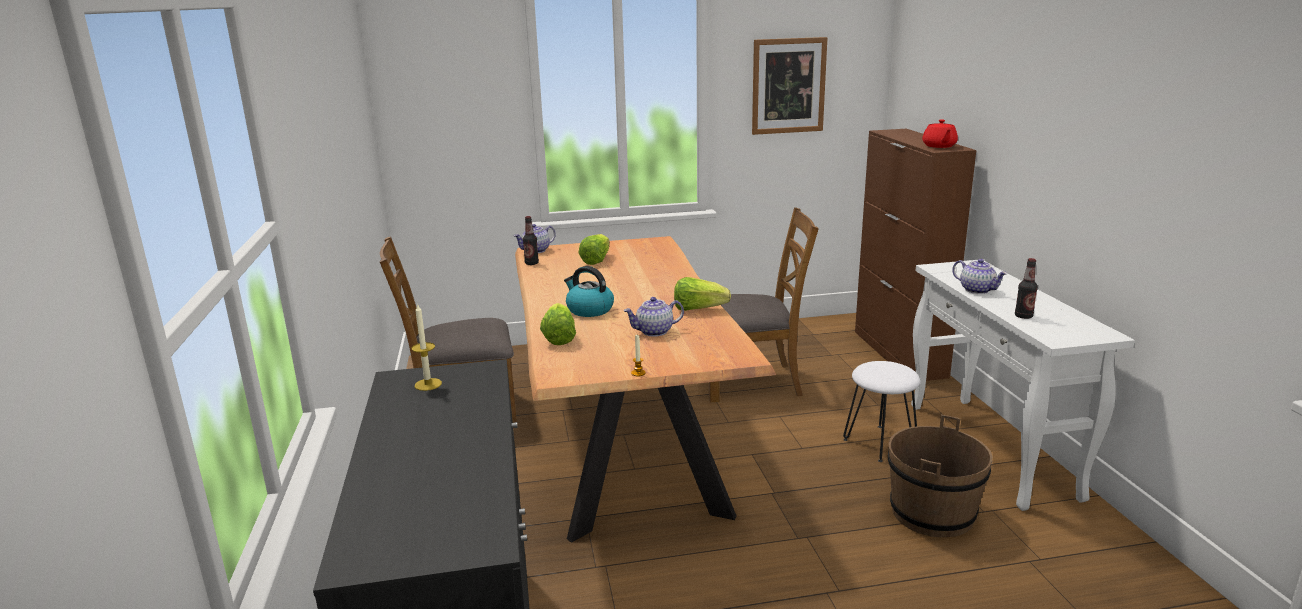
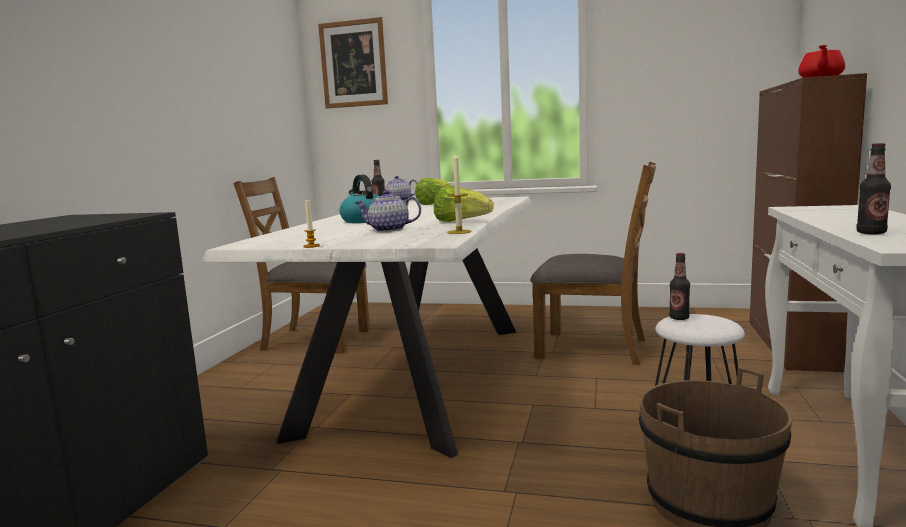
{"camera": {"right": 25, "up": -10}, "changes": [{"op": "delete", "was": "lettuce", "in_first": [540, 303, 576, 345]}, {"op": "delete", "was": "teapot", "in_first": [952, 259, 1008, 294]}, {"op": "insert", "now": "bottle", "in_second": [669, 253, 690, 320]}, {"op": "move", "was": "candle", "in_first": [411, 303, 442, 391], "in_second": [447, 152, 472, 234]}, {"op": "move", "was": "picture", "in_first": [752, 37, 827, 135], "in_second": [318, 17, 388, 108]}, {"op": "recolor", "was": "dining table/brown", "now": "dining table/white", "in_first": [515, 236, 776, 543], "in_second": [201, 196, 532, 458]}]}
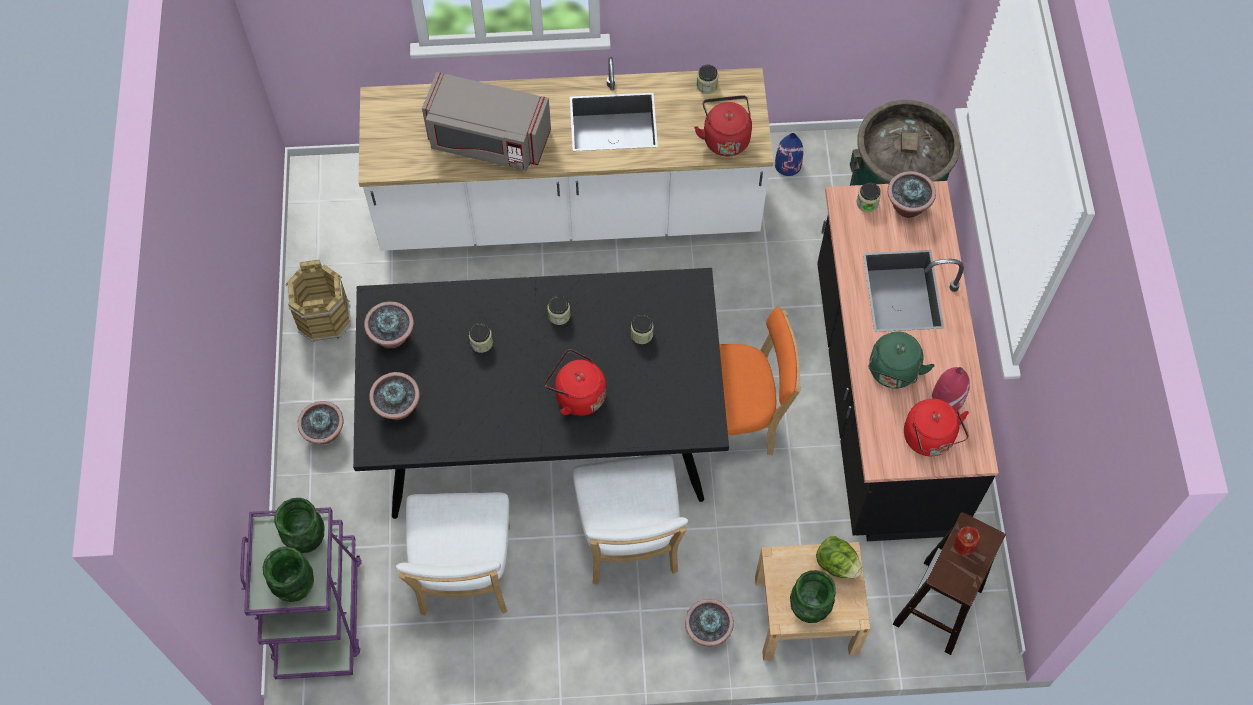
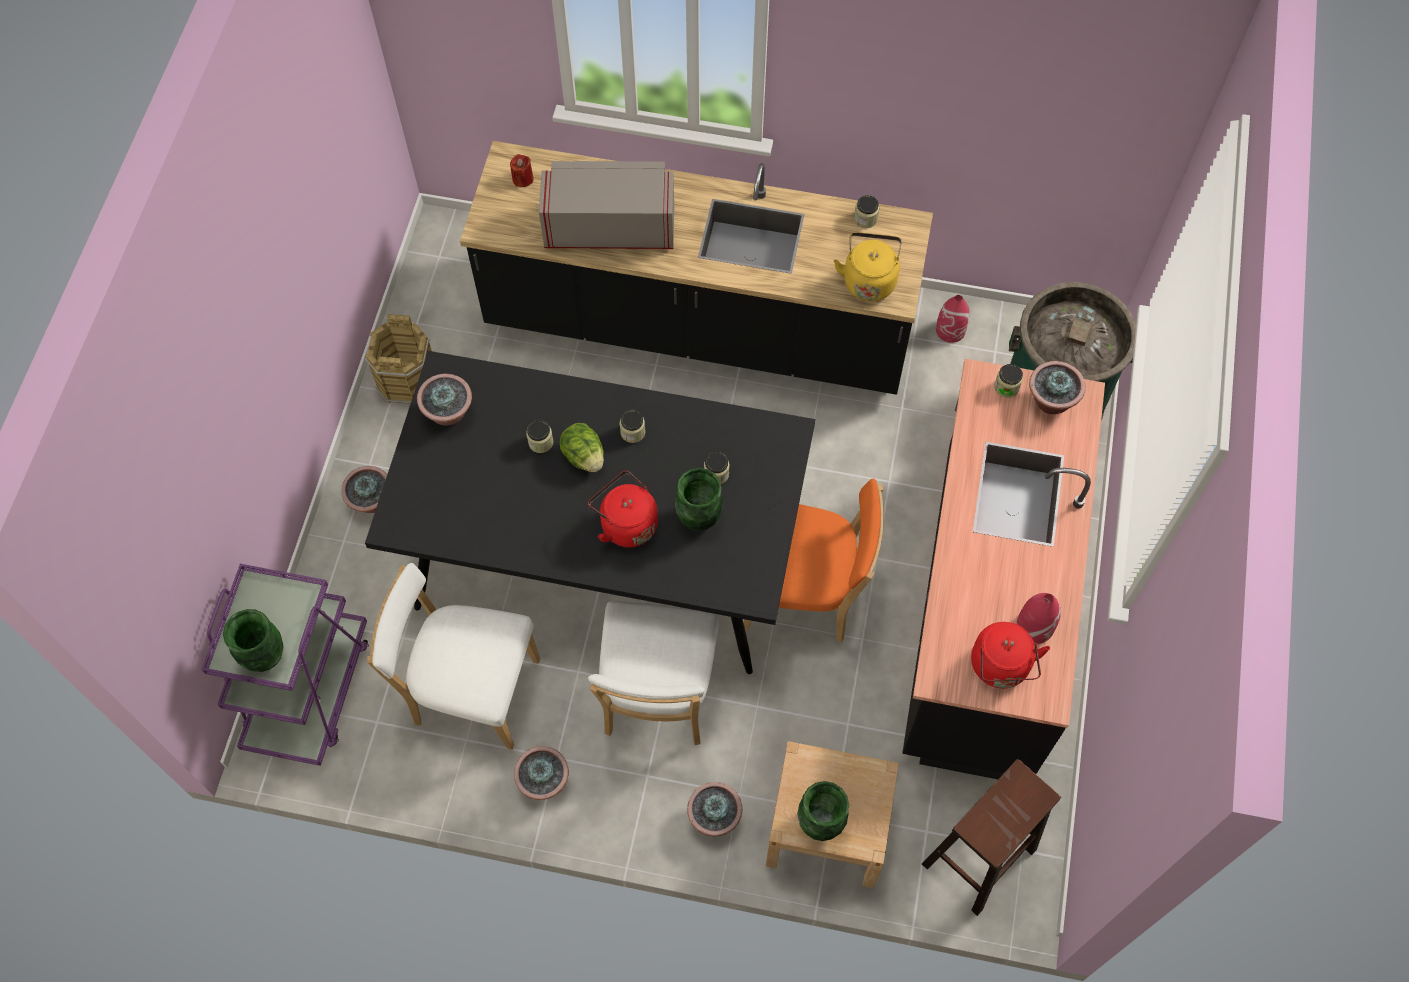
{"camera": {"right": 15, "up": 0}, "changes": [{"op": "delete", "was": "kettle/green", "in_first": [868, 331, 935, 389]}, {"op": "move", "was": "vase/green", "in_first": [274, 498, 324, 553], "in_second": [674, 468, 723, 531]}, {"op": "move", "was": "potted plant", "in_first": [369, 372, 420, 420], "in_second": [514, 746, 569, 800]}, {"op": "move", "was": "lettuce", "in_first": [816, 536, 862, 579], "in_second": [559, 423, 604, 472]}, {"op": "move", "was": "candle/red", "in_first": [953, 526, 980, 556], "in_second": [510, 154, 534, 187]}, {"op": "recolor", "was": "counter/white", "now": "counter/black", "in_first": [358, 57, 774, 251], "in_second": [460, 141, 933, 395]}, {"op": "recolor", "was": "kettle/red", "now": "kettle/yellow", "in_first": [694, 95, 752, 156], "in_second": [834, 232, 902, 301]}, {"op": "recolor", "was": "vase/blue", "now": "vase/red", "in_first": [775, 133, 803, 176], "in_second": [936, 295, 969, 343]}, {"op": "rotate", "was": "chair/white", "in_first": [395, 492, 510, 616], "in_second": [367, 563, 540, 750], "clockwise": 90}, {"op": "rotate", "was": "microwave/grey", "in_first": [422, 72, 551, 171], "in_second": [539, 161, 674, 249], "clockwise": 150}]}
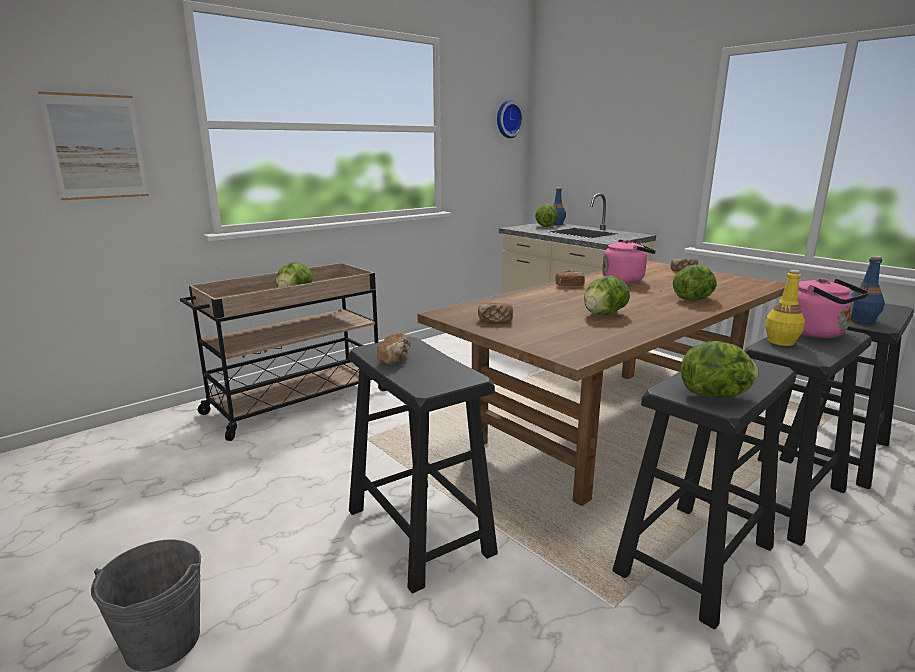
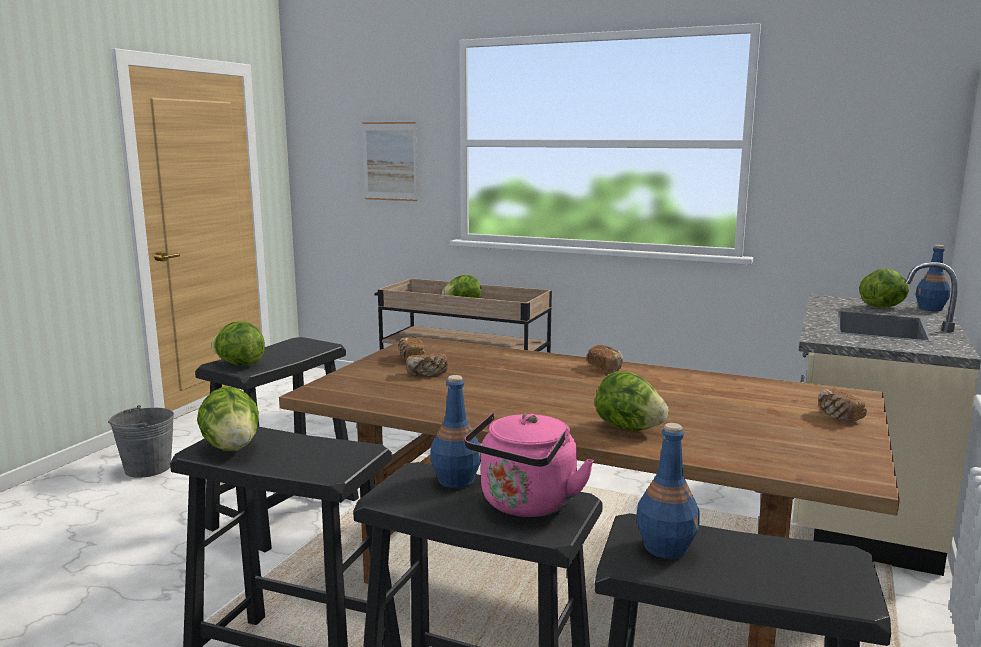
{"camera": {"right": 65, "up": -5}, "changes": [{"op": "delete", "was": "wall clock", "in_first": [497, 100, 524, 138]}, {"op": "delete", "was": "kettle/pink", "in_first": [602, 239, 656, 283]}, {"op": "move", "was": "bread", "in_first": [377, 333, 410, 364], "in_second": [407, 353, 448, 377]}, {"op": "move", "was": "lettuce", "in_first": [584, 275, 630, 315], "in_second": [211, 321, 265, 365]}, {"op": "recolor", "was": "bottle/yellow", "now": "bottle/blue", "in_first": [765, 270, 805, 346], "in_second": [430, 375, 481, 488]}]}
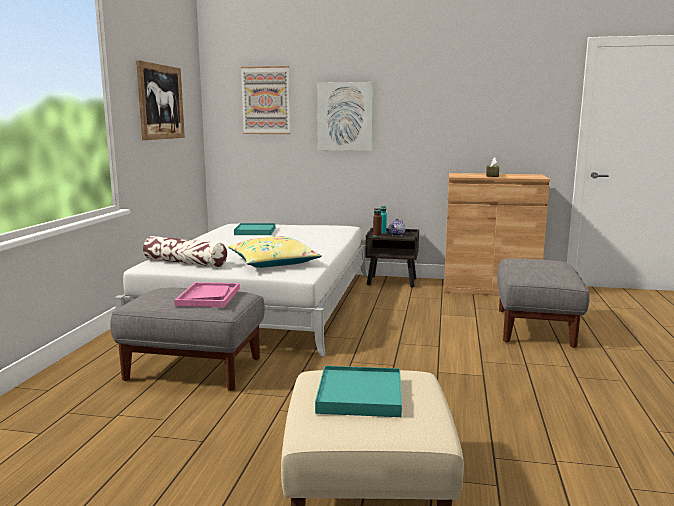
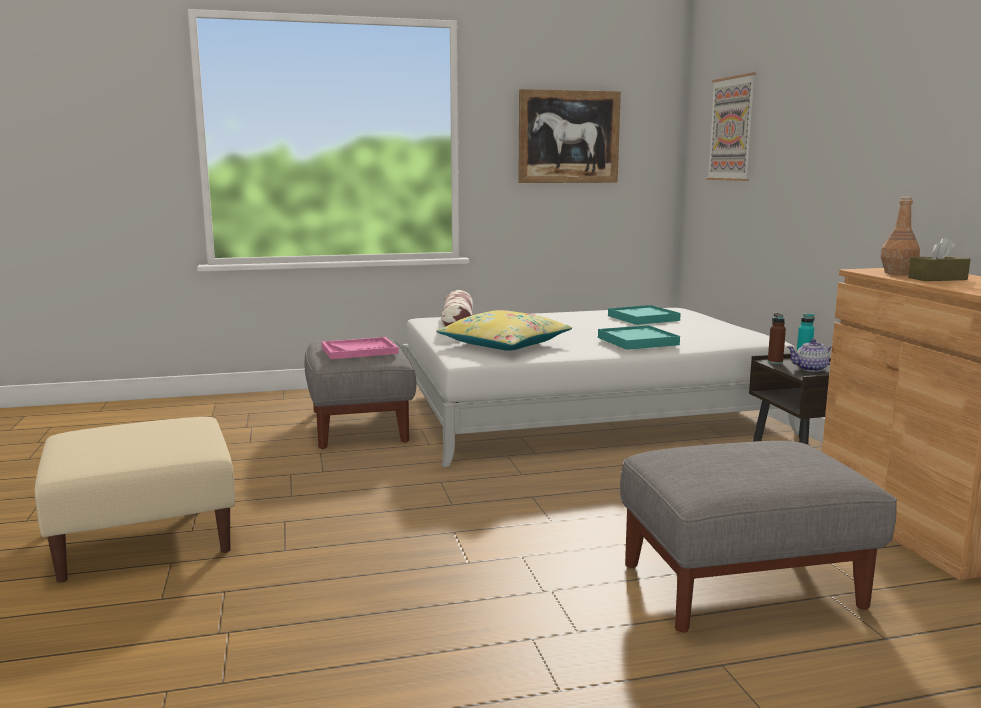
{"camera": {"right": 65, "up": 0}, "changes": [{"op": "delete", "was": "picture", "in_first": [317, 82, 373, 151]}, {"op": "insert", "now": "bottle/brown", "in_second": [880, 197, 920, 275]}, {"op": "move", "was": "tray/turquoise", "in_first": [315, 366, 402, 417], "in_second": [598, 325, 680, 350]}]}
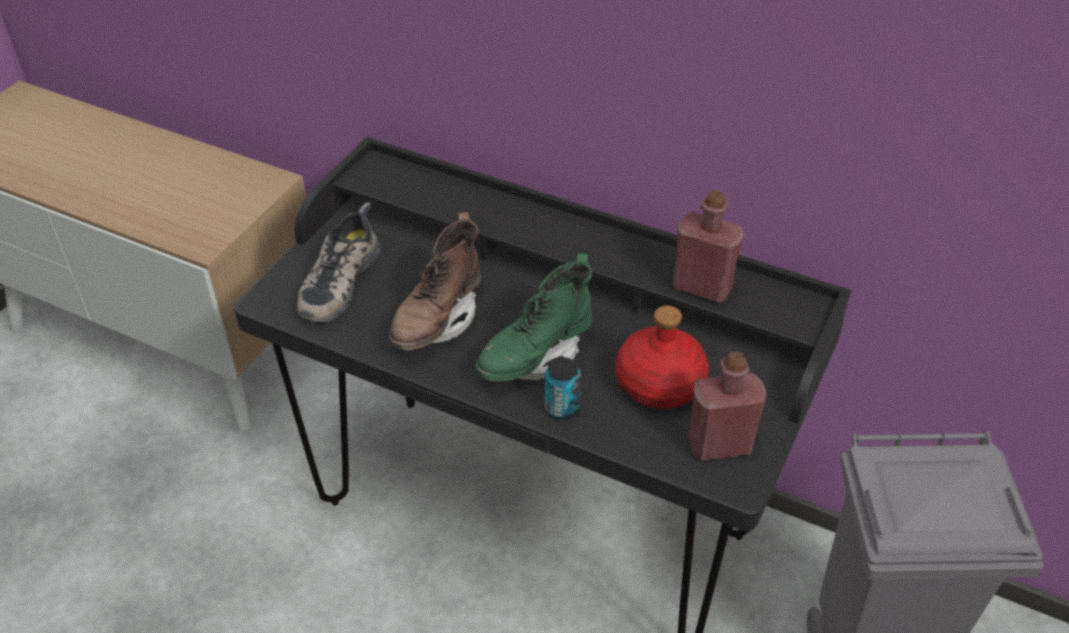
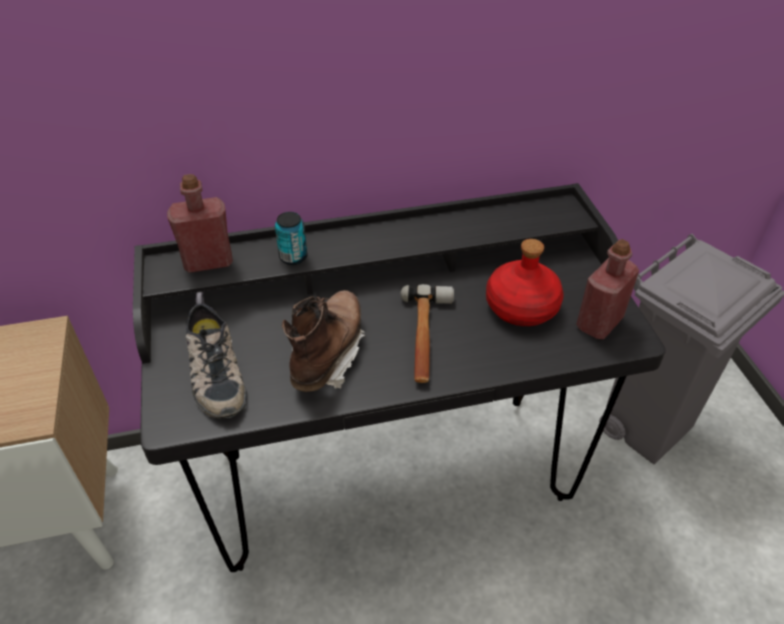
{"camera": {"right": -40, "up": 0}, "changes": [{"op": "move", "was": "can", "in_first": [544, 357, 581, 420], "in_second": [275, 212, 307, 265]}, {"op": "move", "was": "bottle/red", "in_first": [673, 190, 744, 303], "in_second": [167, 174, 233, 273]}, {"op": "replace", "was": "boot/green", "now": "hammer", "in_first": [475, 254, 592, 382], "in_second": [400, 284, 454, 383]}, {"op": "rotate", "was": "boot/brown", "in_first": [389, 212, 481, 350], "in_second": [282, 290, 365, 392], "clockwise": -150}]}
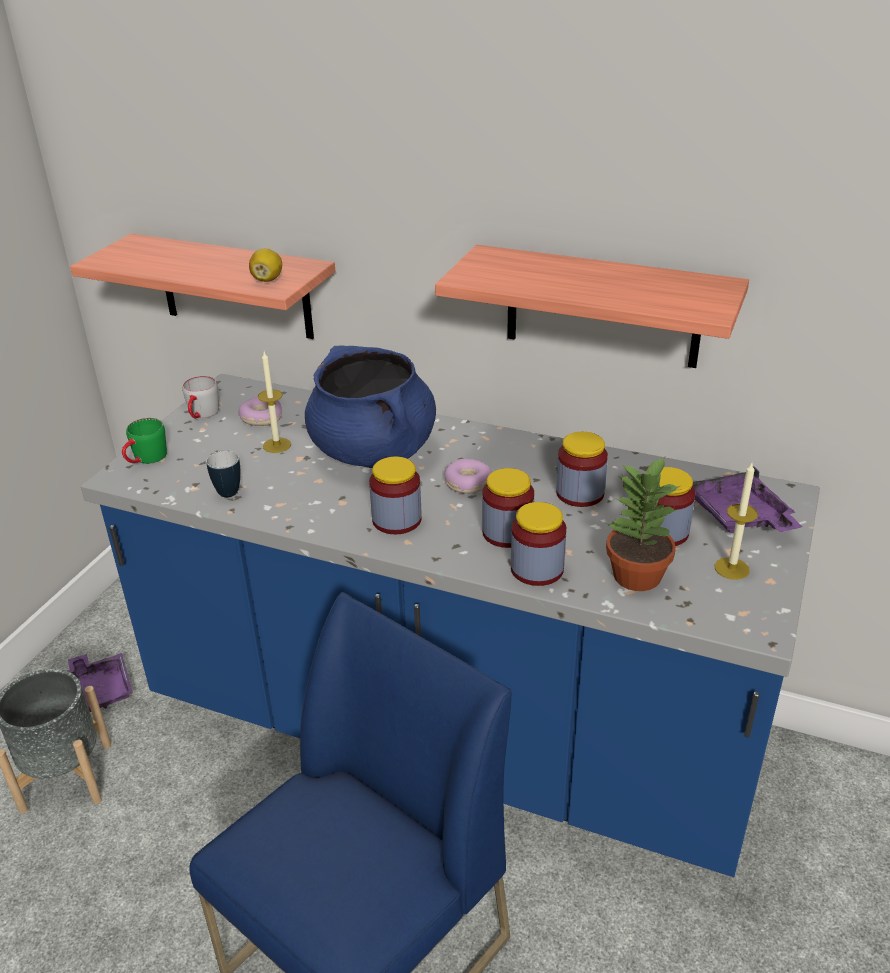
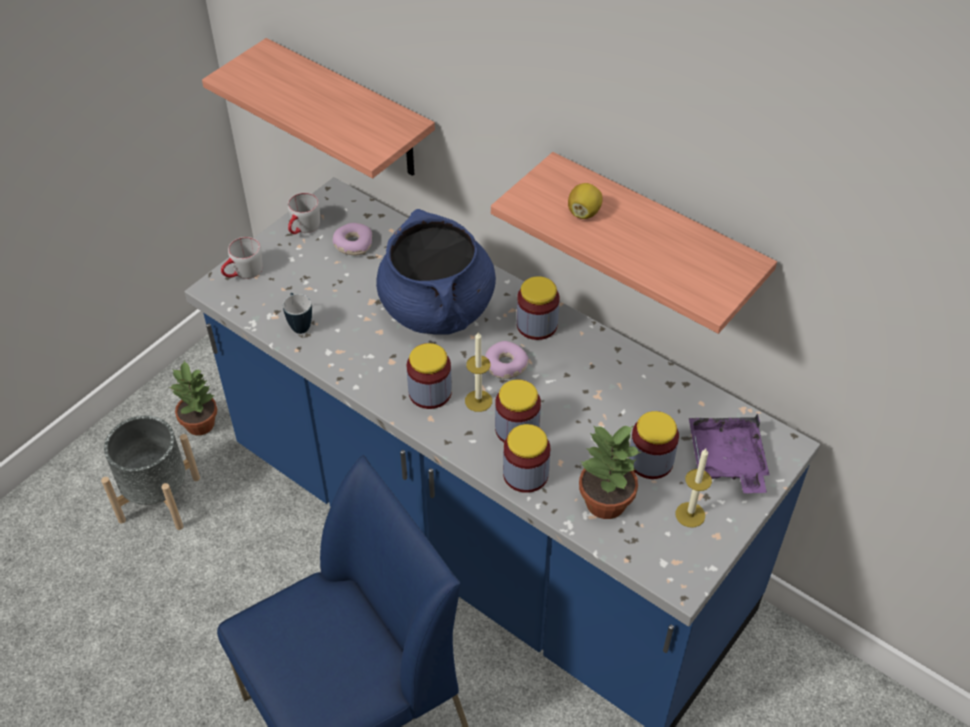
{"camera": {"right": 15, "up": 15}, "changes": [{"op": "move", "was": "lemon", "in_first": [249, 248, 282, 282], "in_second": [568, 183, 603, 219]}, {"op": "move", "was": "candle", "in_first": [258, 352, 291, 453], "in_second": [465, 332, 492, 412]}, {"op": "move", "was": "jar", "in_first": [556, 432, 608, 507], "in_second": [517, 276, 559, 340]}, {"op": "replace", "was": "tray/purple", "now": "potted plant", "in_first": [68, 653, 133, 712], "in_second": [168, 361, 217, 436]}, {"op": "recolor", "was": "mug/green", "now": "mug/grey", "in_first": [122, 418, 167, 464], "in_second": [221, 237, 262, 279]}]}
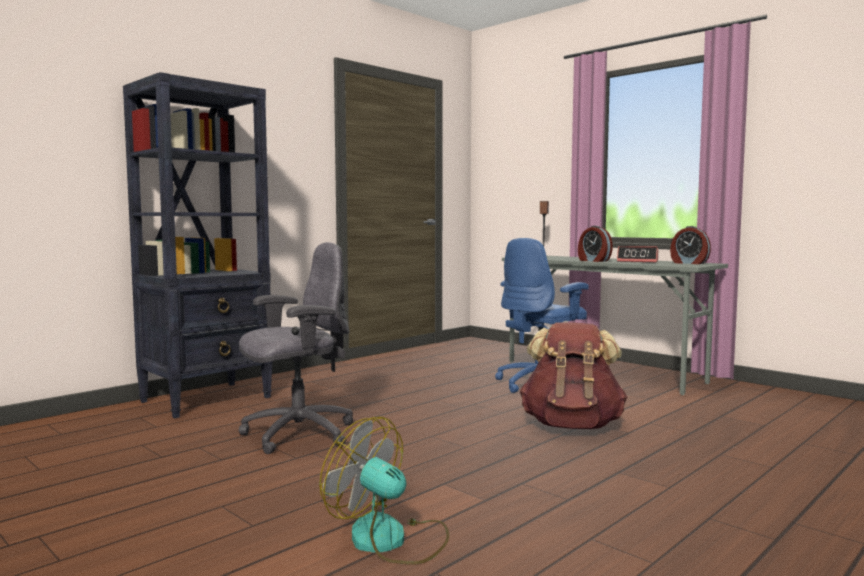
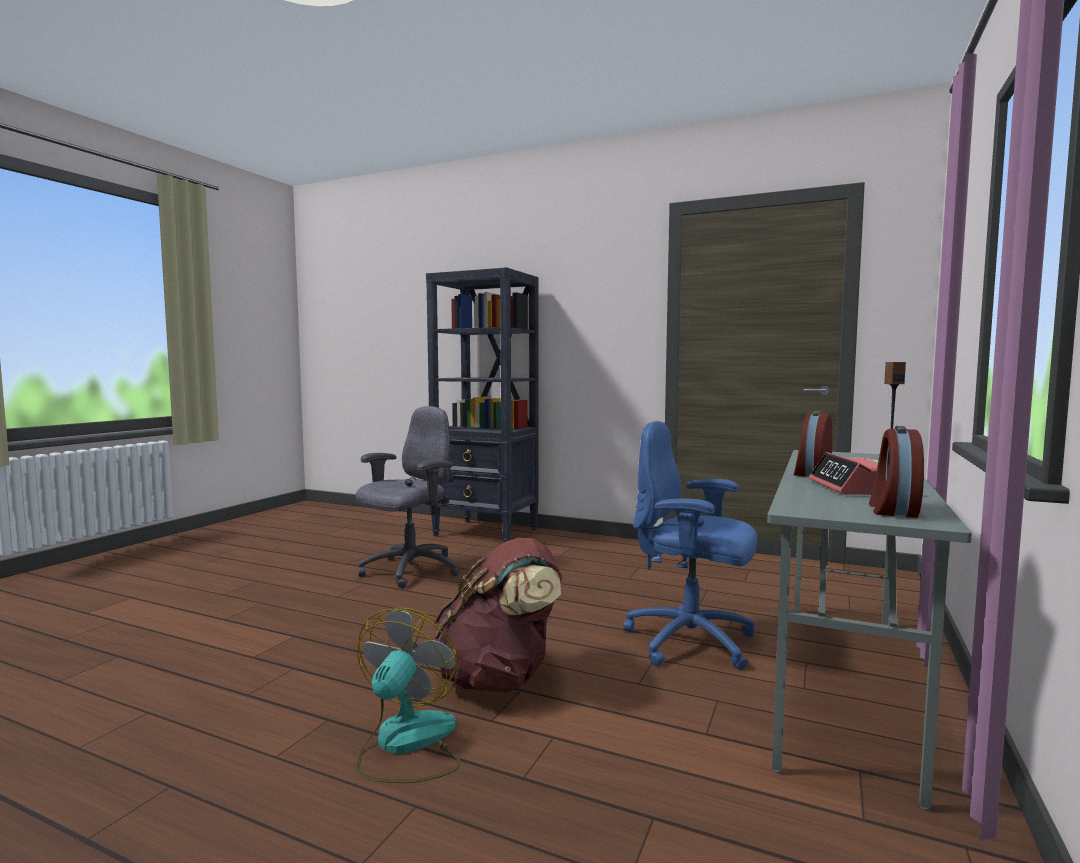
{"camera": {"right": 70, "up": 0}, "changes": [{"op": "move", "was": "fan", "in_first": [319, 417, 449, 565], "in_second": [356, 608, 461, 783]}, {"op": "rotate", "was": "office chair/grey", "in_first": [239, 242, 353, 454], "in_second": [355, 406, 460, 588], "clockwise": -90}]}
